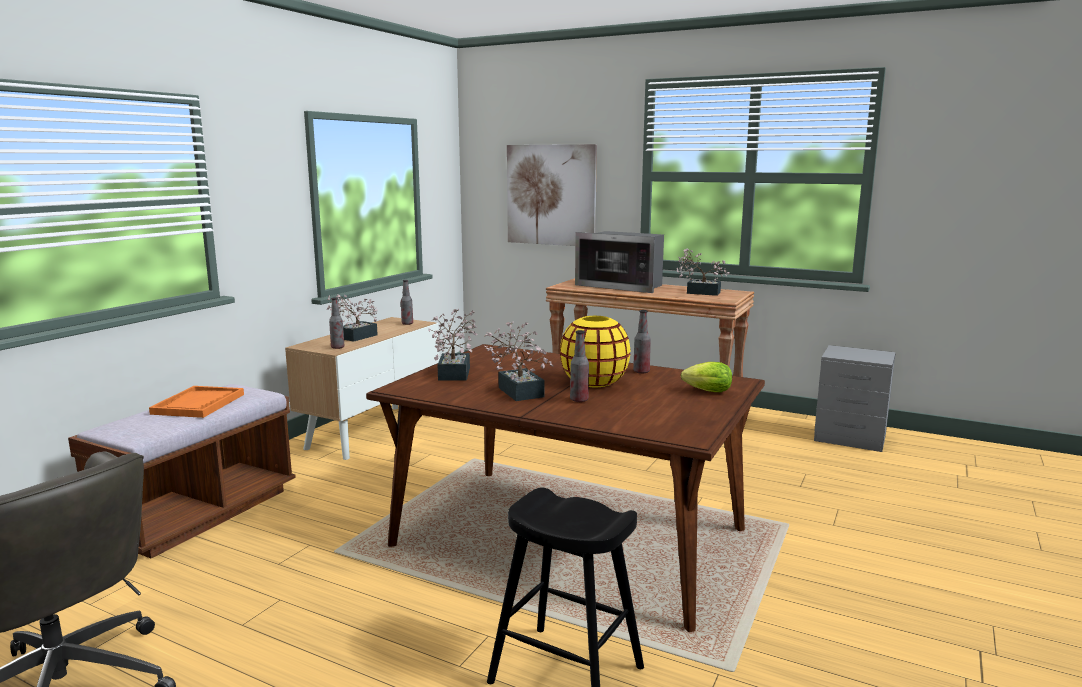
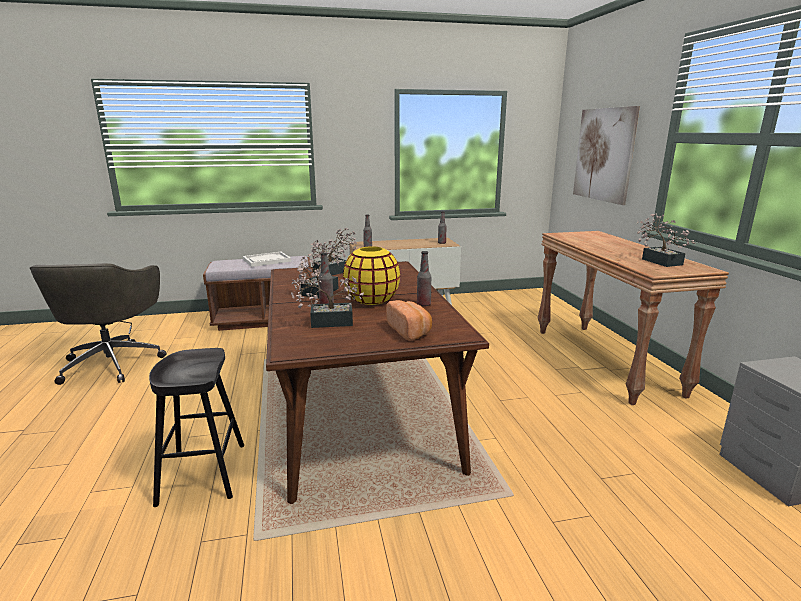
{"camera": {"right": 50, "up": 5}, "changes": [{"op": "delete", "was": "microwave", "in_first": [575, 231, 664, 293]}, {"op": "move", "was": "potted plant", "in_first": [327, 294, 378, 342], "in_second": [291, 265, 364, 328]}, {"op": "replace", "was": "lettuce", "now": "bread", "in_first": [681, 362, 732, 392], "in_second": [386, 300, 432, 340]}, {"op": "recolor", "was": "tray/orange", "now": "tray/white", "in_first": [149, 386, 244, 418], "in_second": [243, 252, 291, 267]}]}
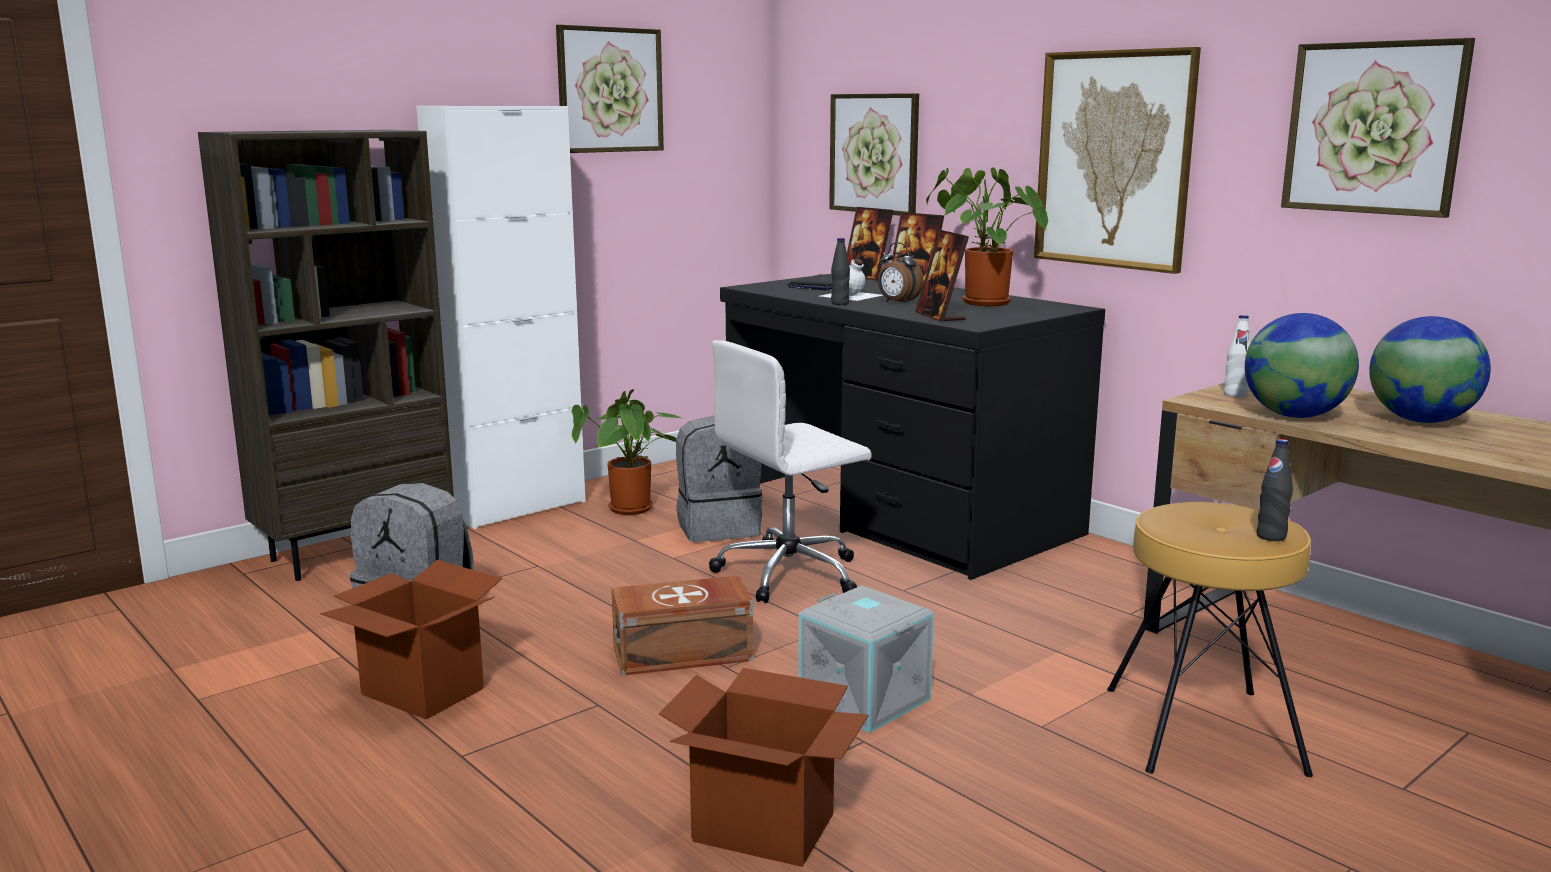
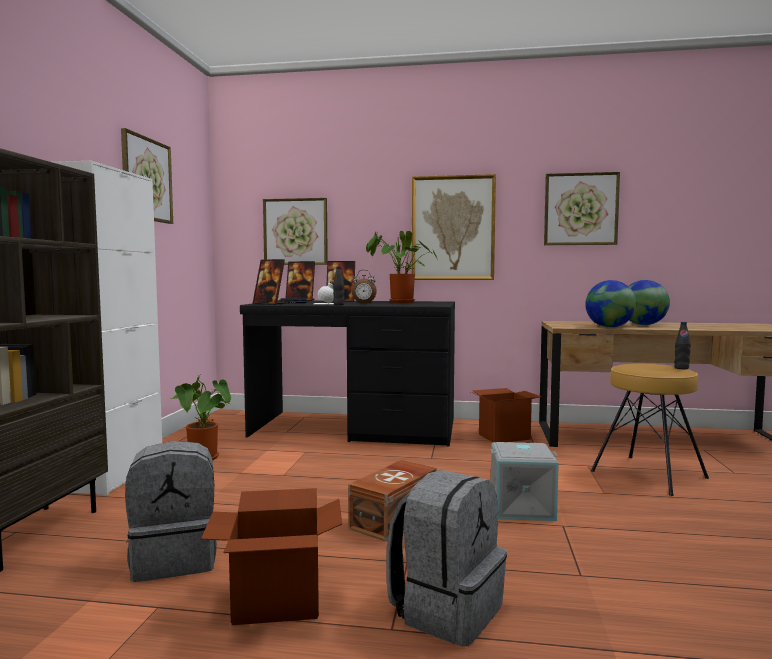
{"camera": {"right": -40, "up": -10}, "changes": [{"op": "delete", "was": "office chair/white", "in_first": [709, 340, 872, 603]}, {"op": "delete", "was": "bottle/white", "in_first": [1224, 315, 1251, 397]}, {"op": "move", "was": "cardboard box", "in_first": [659, 668, 869, 867], "in_second": [471, 388, 542, 442]}, {"op": "move", "was": "backpack/grey", "in_first": [676, 416, 763, 542], "in_second": [386, 470, 507, 646]}, {"op": "move", "was": "picture frame", "in_first": [915, 230, 969, 322], "in_second": [253, 259, 285, 305]}]}
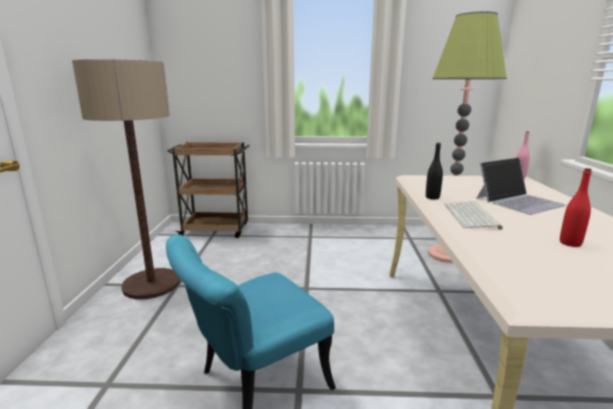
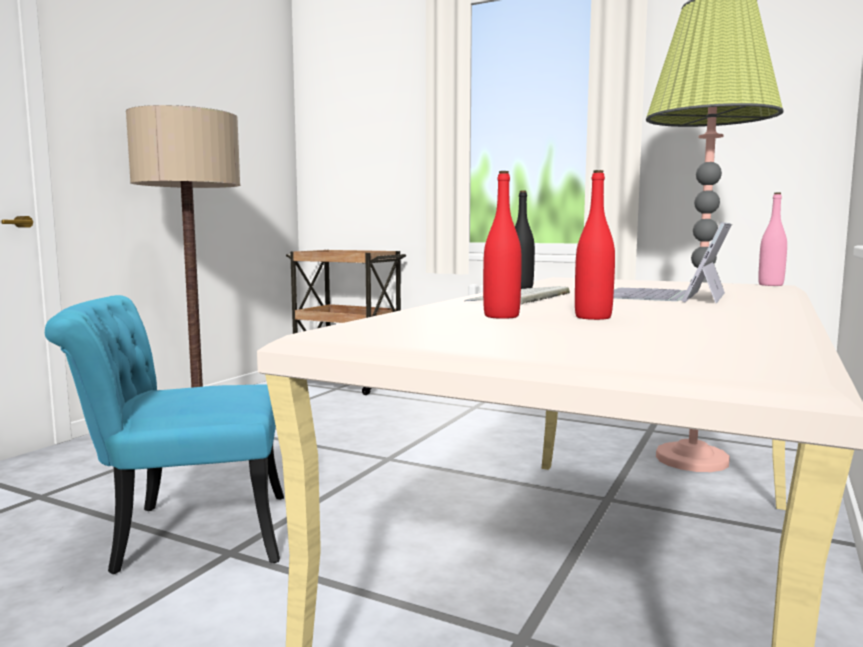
{"camera": {"right": 25, "up": -10}, "changes": [{"op": "insert", "now": "bottle/red", "in_second": [483, 171, 522, 319]}, {"op": "rotate", "was": "laptop", "in_first": [476, 157, 566, 215], "in_second": [613, 222, 732, 303], "clockwise": 120}]}
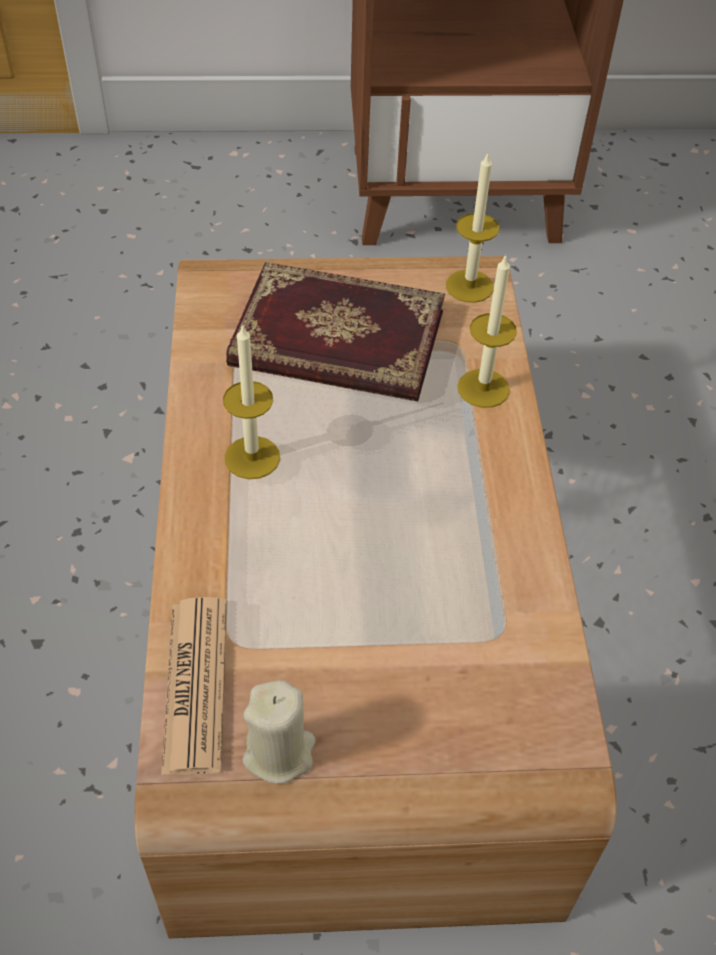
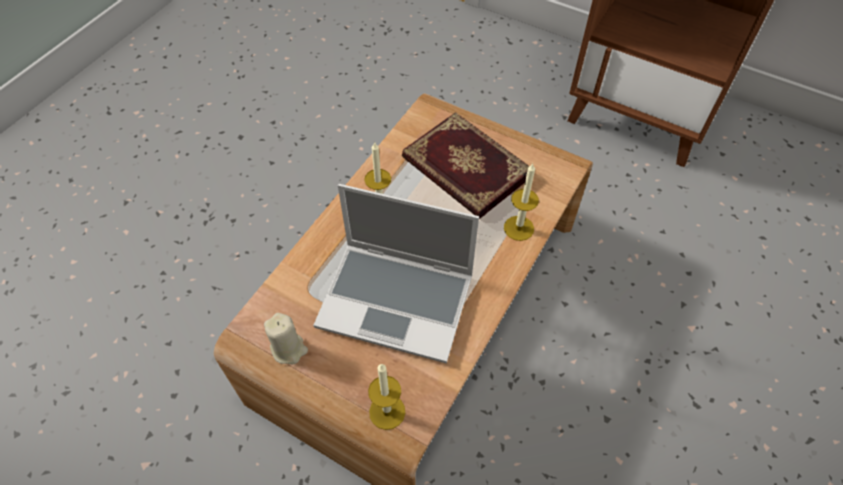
{"camera": {"right": 35, "up": 5}, "changes": [{"op": "delete", "was": "newspaper", "in_first": [161, 597, 227, 775]}, {"op": "insert", "now": "laptop", "in_second": [313, 184, 479, 363]}, {"op": "move", "was": "candle", "in_first": [446, 154, 499, 303], "in_second": [368, 364, 405, 430]}]}
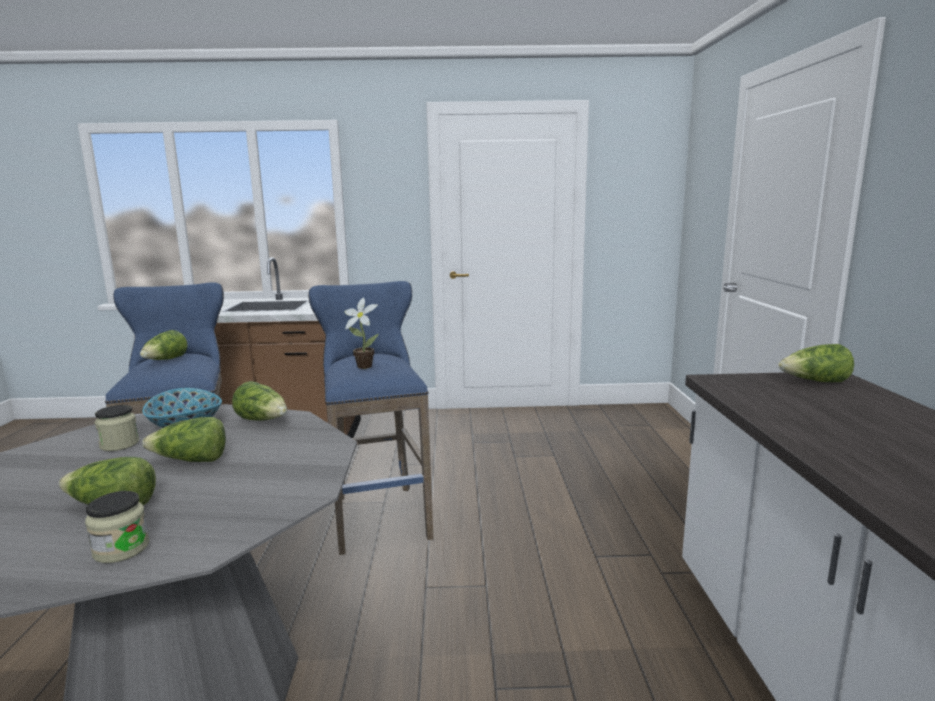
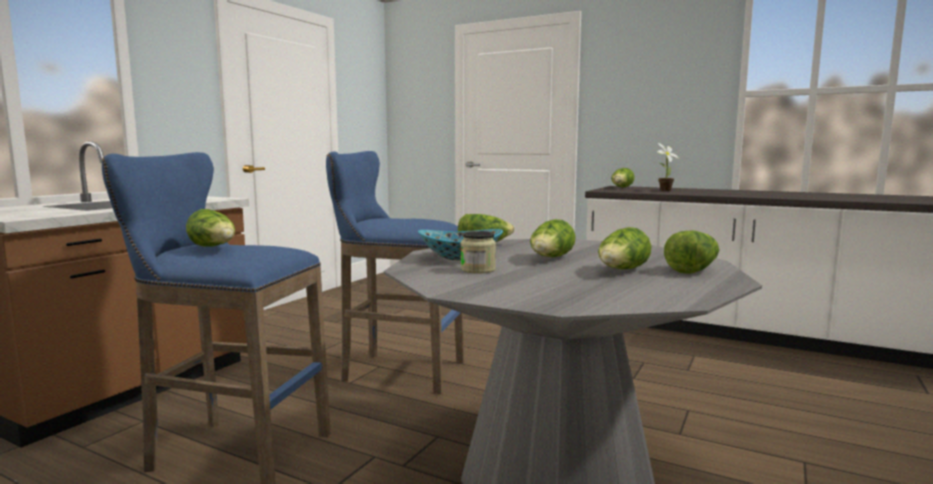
{"camera": {"right": -60, "up": -5}, "changes": [{"op": "move", "was": "potted plant", "in_first": [345, 298, 379, 369], "in_second": [657, 143, 680, 191]}, {"op": "replace", "was": "jar", "now": "lettuce", "in_first": [85, 491, 149, 563], "in_second": [664, 231, 719, 274]}]}
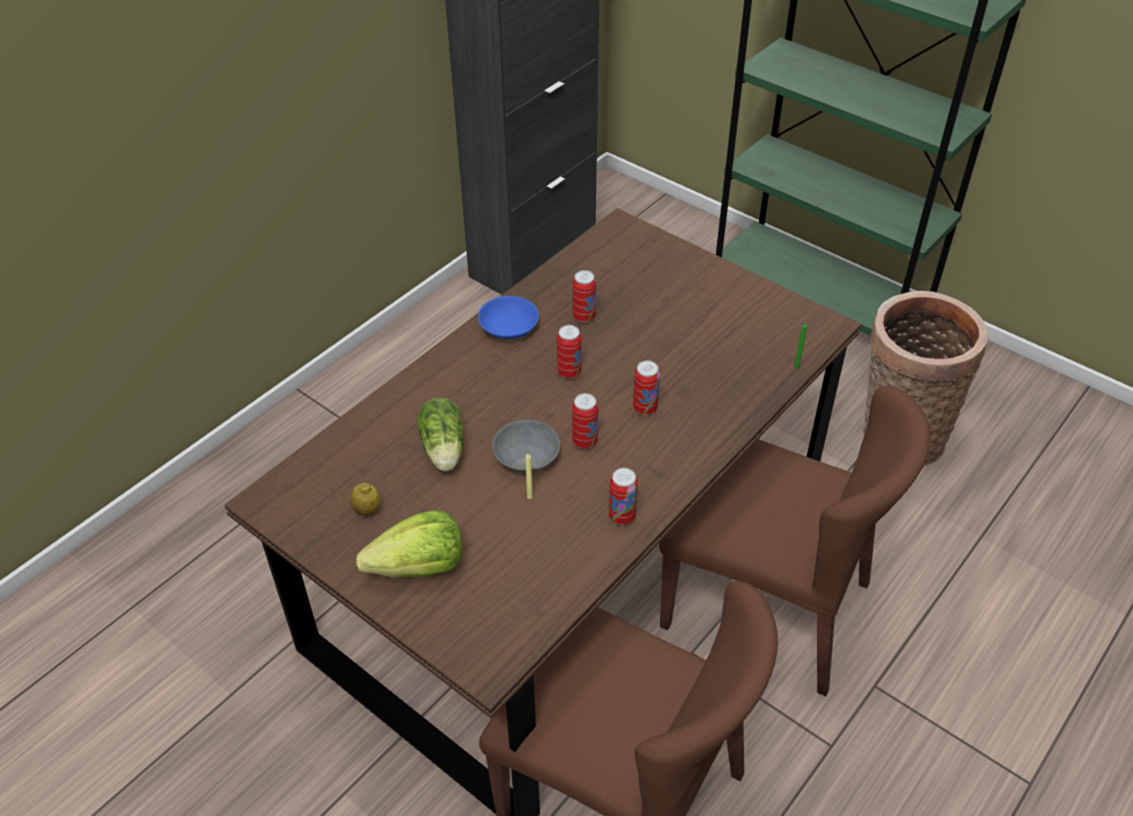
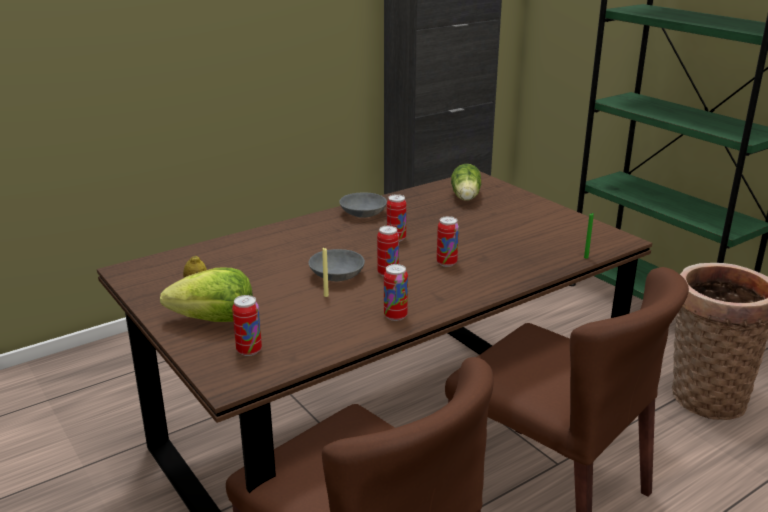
{"camera": {"right": 15, "up": -20}, "changes": [{"op": "move", "was": "lettuce", "in_first": [417, 398, 464, 471], "in_second": [451, 164, 481, 201]}, {"op": "move", "was": "can", "in_first": [573, 270, 596, 323], "in_second": [232, 295, 262, 356]}, {"op": "recolor", "was": "bowl/blue", "now": "bowl/grey", "in_first": [478, 296, 539, 339], "in_second": [339, 192, 387, 218]}]}
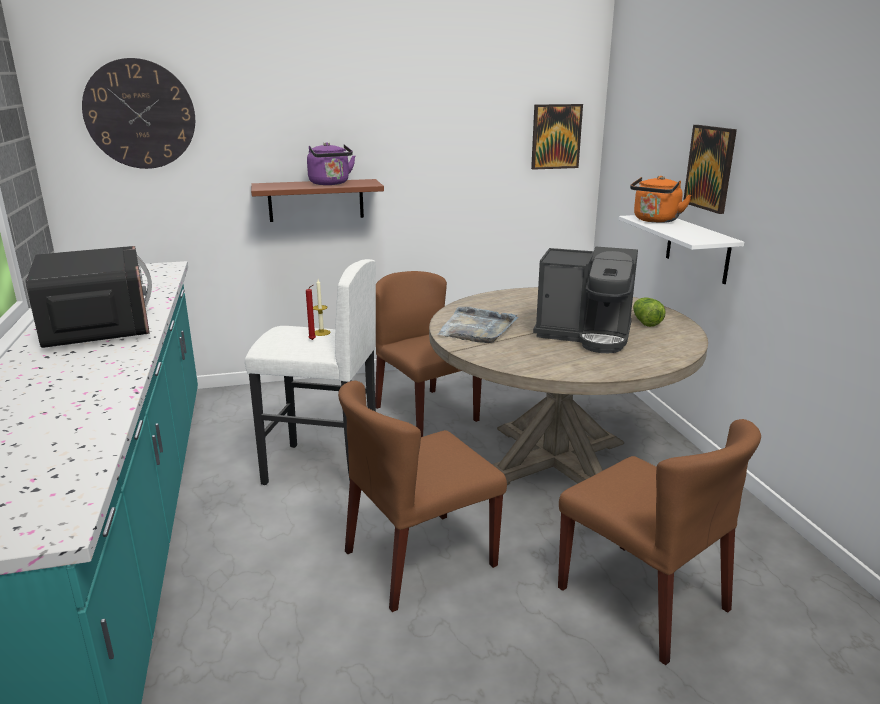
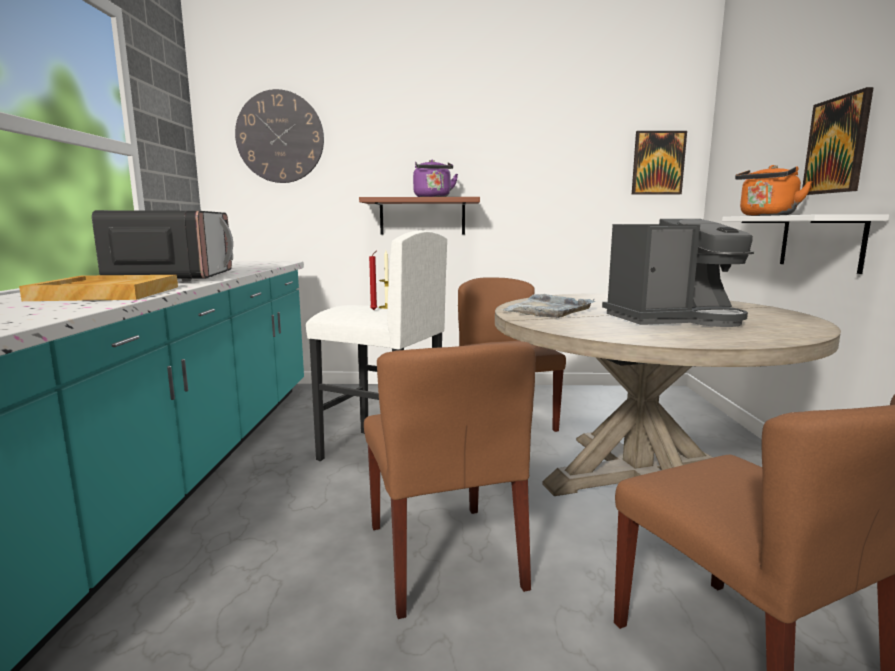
{"camera": {"right": 15, "up": -10}, "changes": [{"op": "delete", "was": "lettuce", "in_first": [633, 297, 666, 327]}, {"op": "insert", "now": "tray/beige", "in_second": [19, 275, 178, 301]}, {"op": "rotate", "was": "chair/brown", "in_first": [338, 380, 507, 612], "in_second": [364, 342, 535, 619], "clockwise": -90}, {"op": "rotate", "was": "coffee machine", "in_first": [533, 247, 638, 353], "in_second": [602, 219, 754, 327], "clockwise": -45}]}
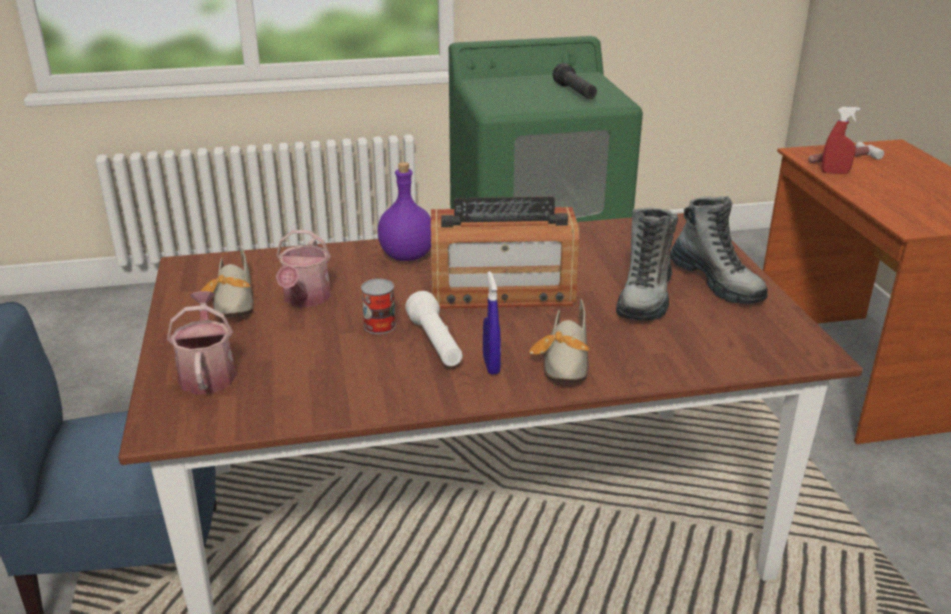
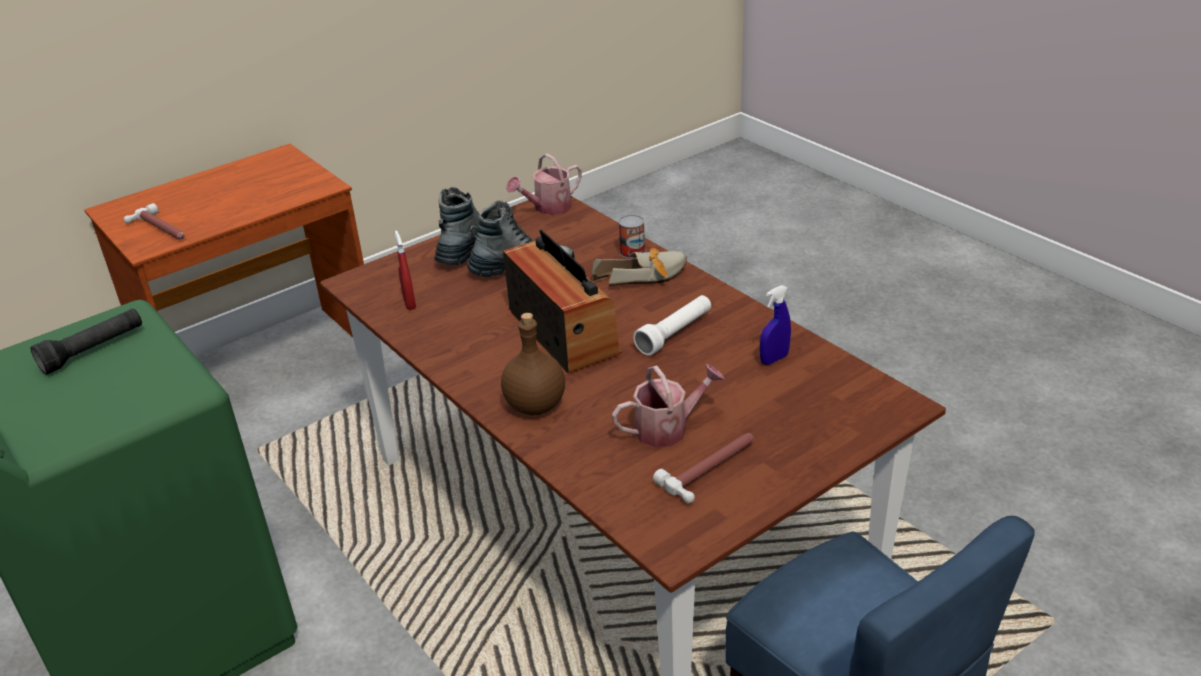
{"camera": {"right": -115, "up": 5}, "changes": [{"op": "move", "was": "watering can", "in_first": [167, 291, 236, 395], "in_second": [506, 153, 582, 215]}, {"op": "move", "was": "can", "in_first": [361, 279, 396, 334], "in_second": [618, 215, 645, 259]}, {"op": "move", "was": "spray bottle/blue", "in_first": [483, 271, 501, 374], "in_second": [760, 285, 791, 365]}, {"op": "move", "was": "spray bottle/red", "in_first": [822, 107, 860, 174], "in_second": [395, 231, 416, 310]}, {"op": "replace", "was": "shoe", "now": "hammer", "in_first": [201, 246, 254, 318], "in_second": [653, 433, 754, 504]}, {"op": "recolor", "was": "bottle/purple", "now": "bottle/brown", "in_first": [378, 162, 431, 261], "in_second": [501, 313, 565, 415]}]}
